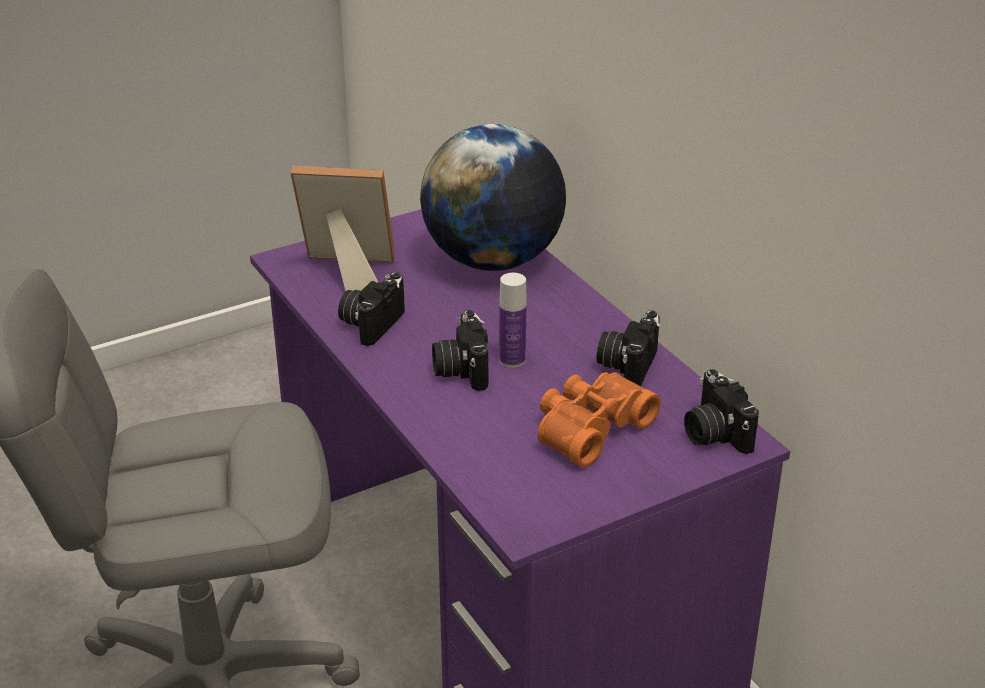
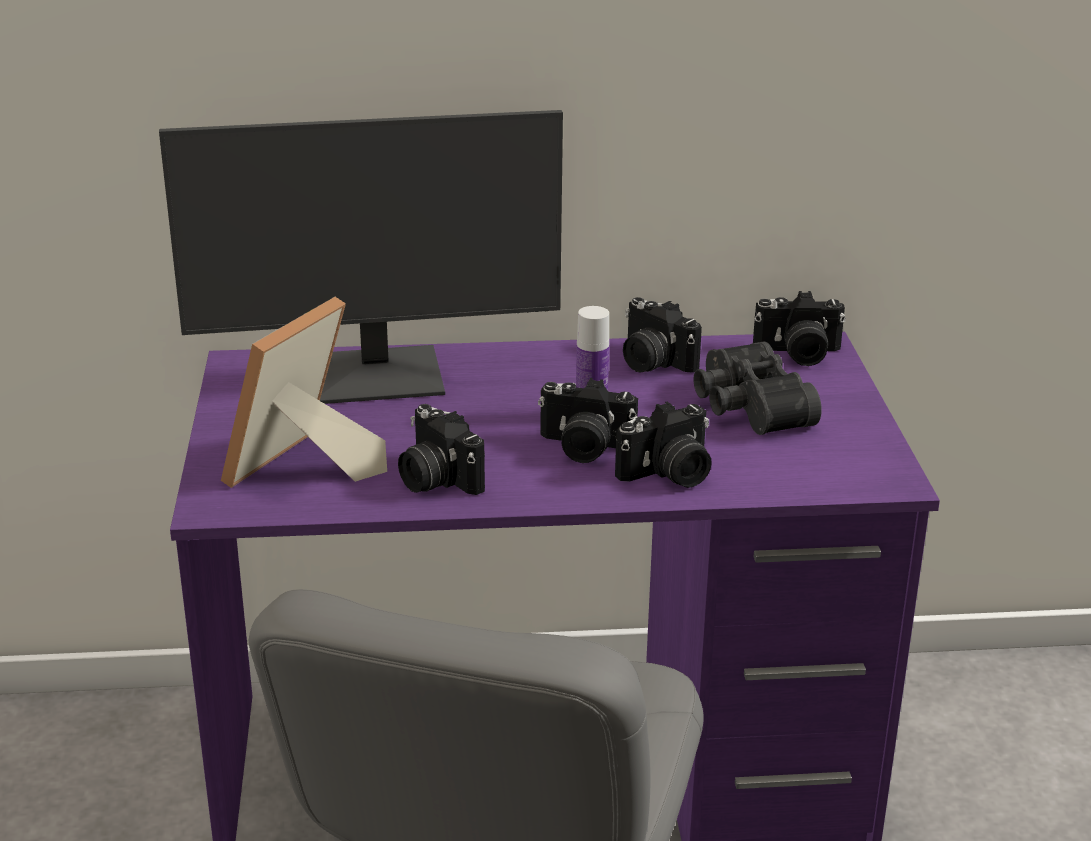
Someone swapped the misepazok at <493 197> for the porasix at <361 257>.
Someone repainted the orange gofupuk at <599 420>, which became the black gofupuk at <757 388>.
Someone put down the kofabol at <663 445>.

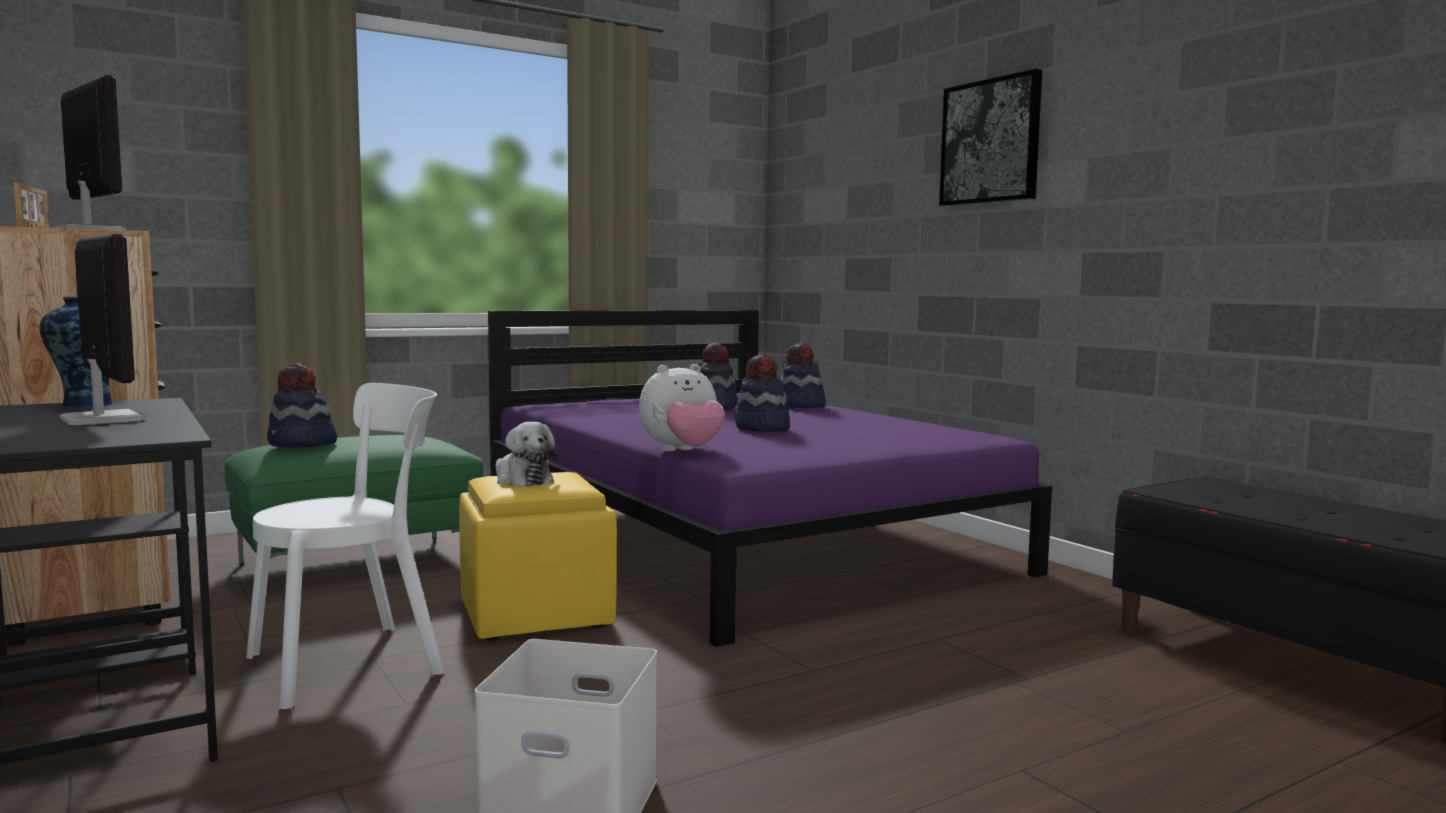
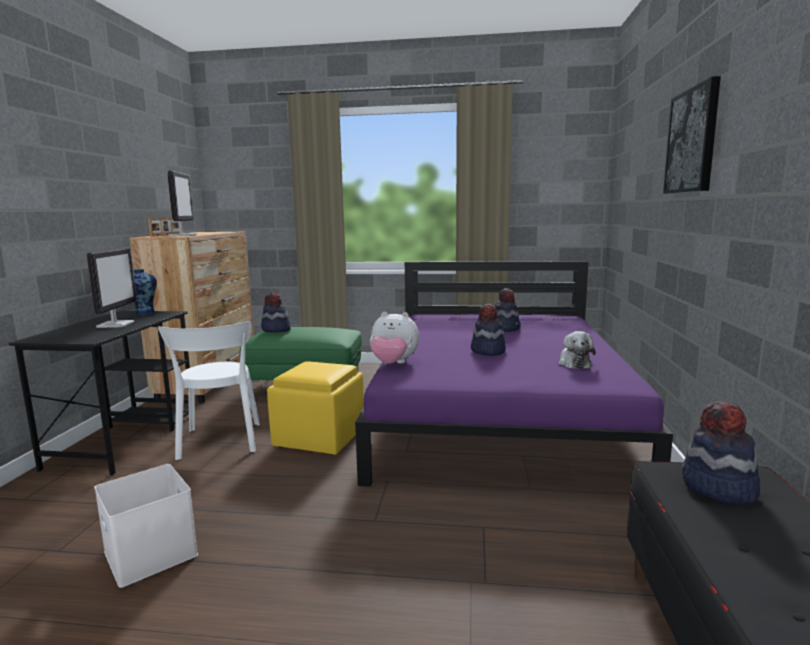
Someone carried the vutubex from <803 375> to <721 452>.
Someone rotated the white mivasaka at <345 546> by 75 degrees clockwise.
Someone carried the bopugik from <526 454> to <577 350>.

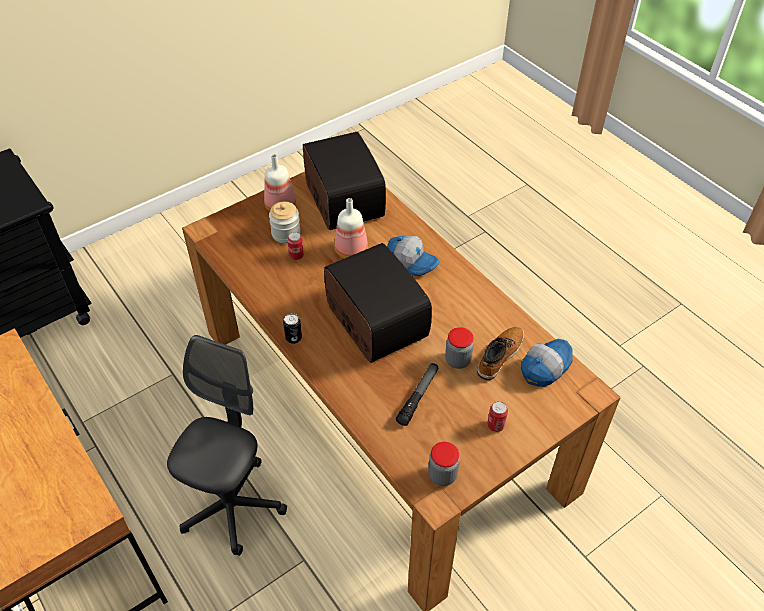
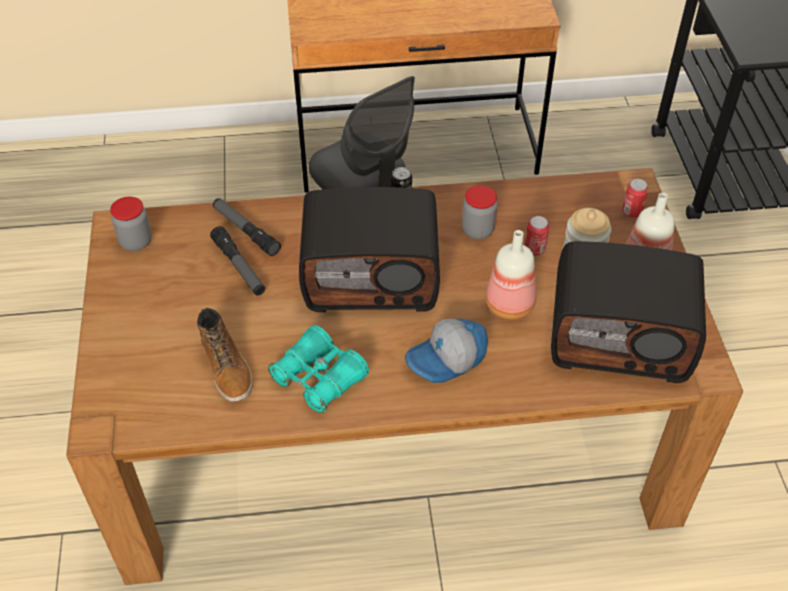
Someone carried the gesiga from <459 348> to <480 212>.
Someone took away the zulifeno at <547 363>.
Someone carried the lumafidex from <497 416> to <635 198>.
Someone put down the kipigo at <247 227>.
Someone put down the turquoise gofupuk at <318 369>.

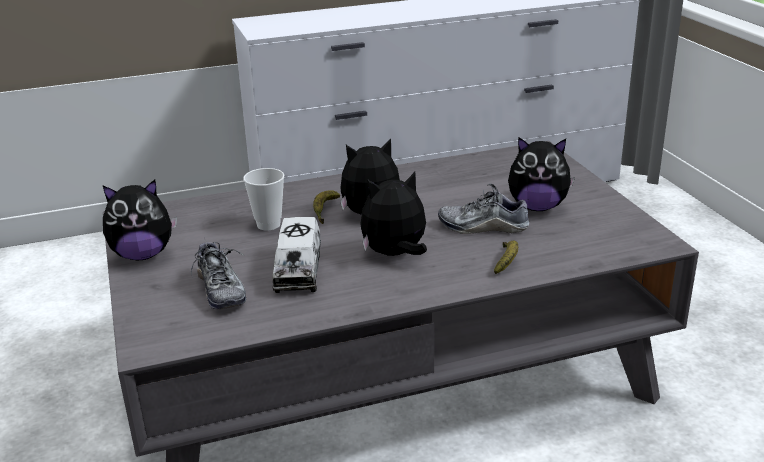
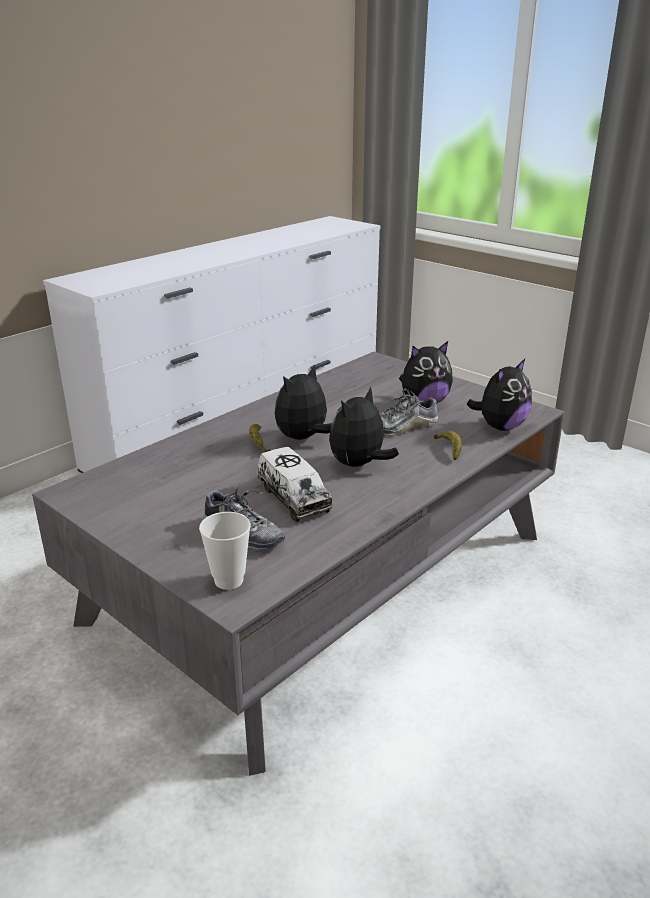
Someone carried the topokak from <263 199> to <225 551>.
Someone carried the bopugik from <140 220> to <499 395>.

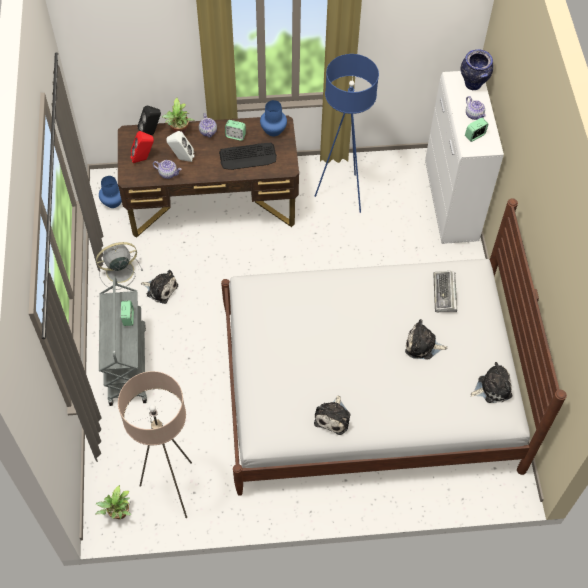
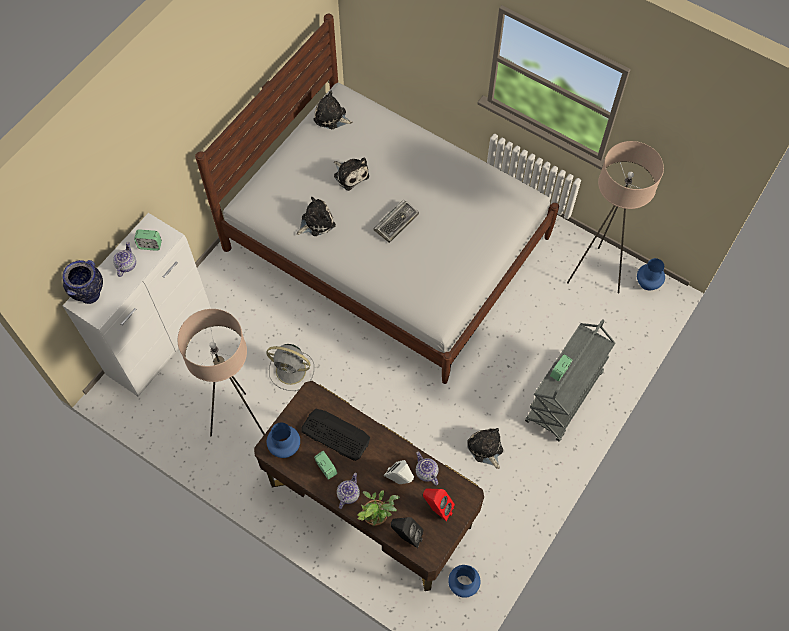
Someone repainted the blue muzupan at <347 133>, which became the beige muzupan at <221 372>.
Someone carried the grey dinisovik from <119 266> to <290 367>.
Someone carried the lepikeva from <445 291> to <396 221>.
Someone carried the bopugik from <332 415> to <316 216>.
Someone swapped the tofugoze at <113 502> for the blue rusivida at <651 274>.

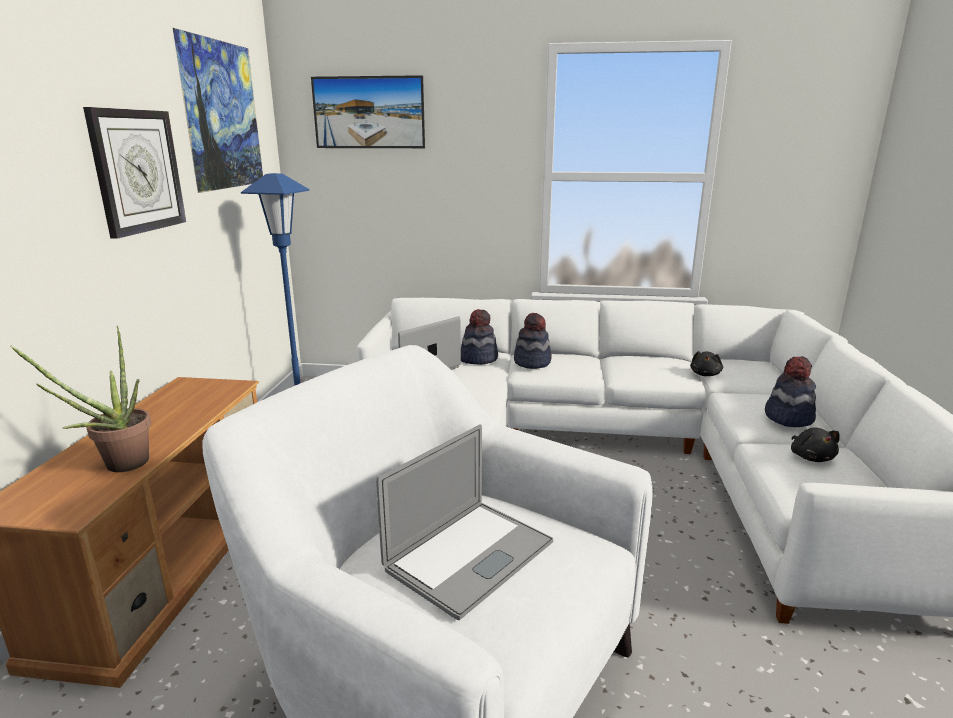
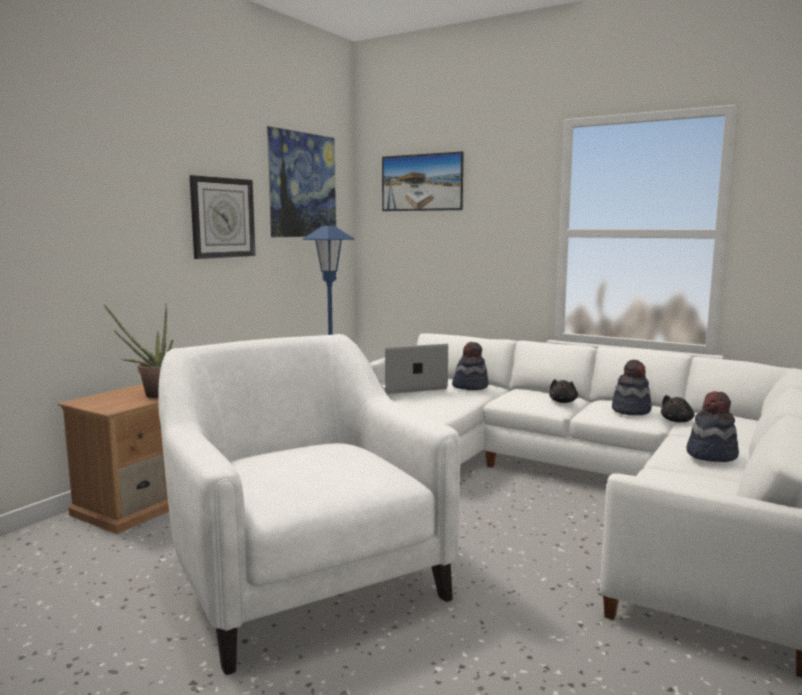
Someone carried the vutubex from <533 341> to <632 387>.
Someone took away the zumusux at <464 522>.
Someone carried the black bopugik from <815 445> to <563 391>.

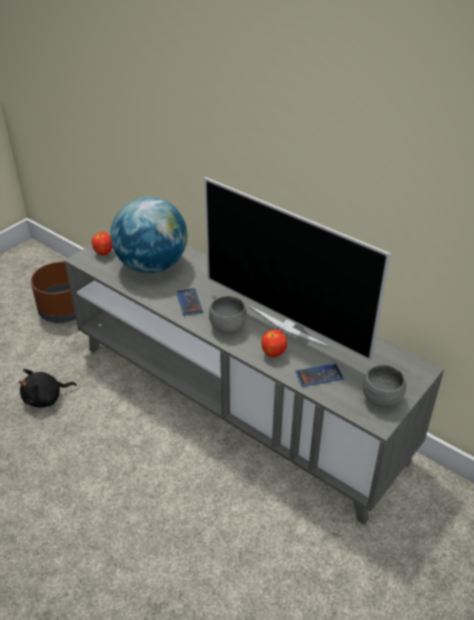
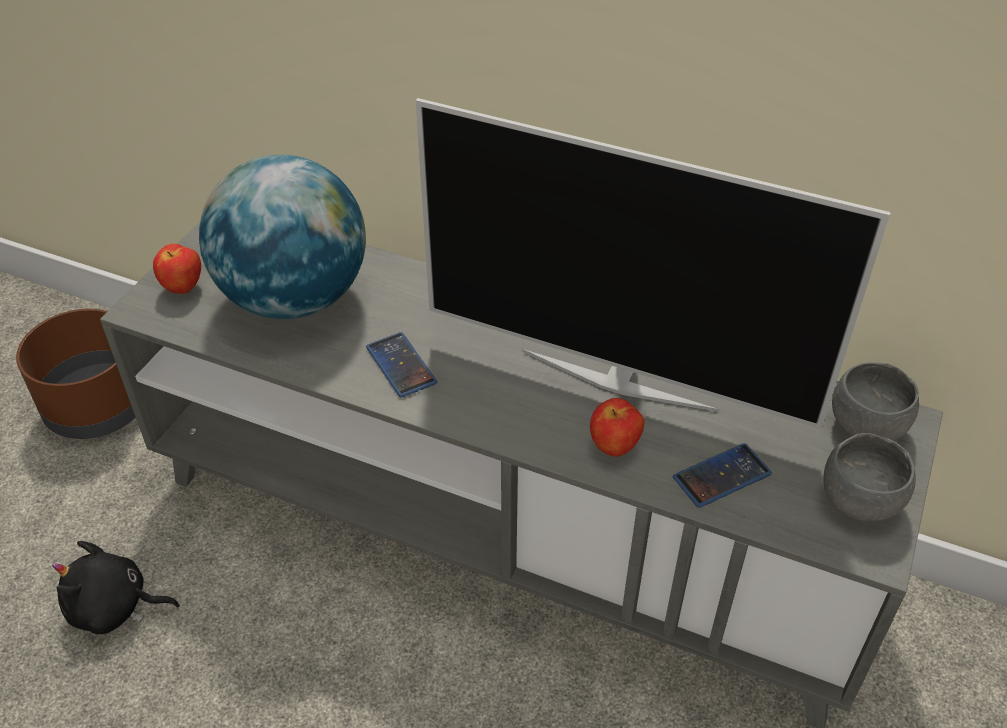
Someone carried the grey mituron from <228 314> to <875 401>.
Someone rotated the black bopugik at <47 388> by 45 degrees clockwise.

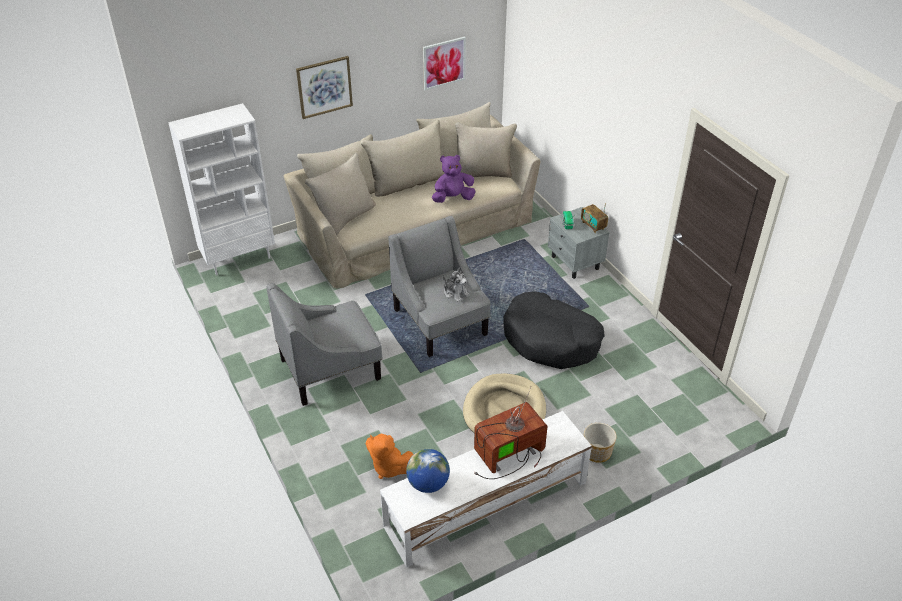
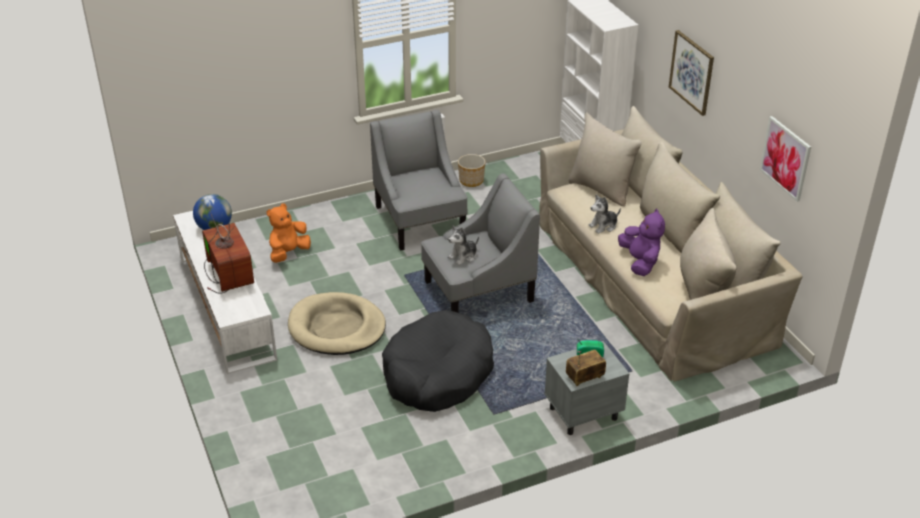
Someone carried the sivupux from <600 443> to <472 170>.
Someone put down the bopugik at <604 214>.

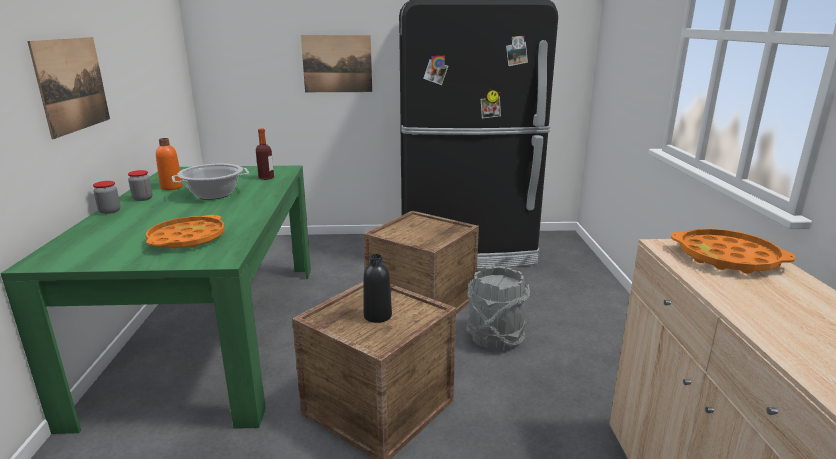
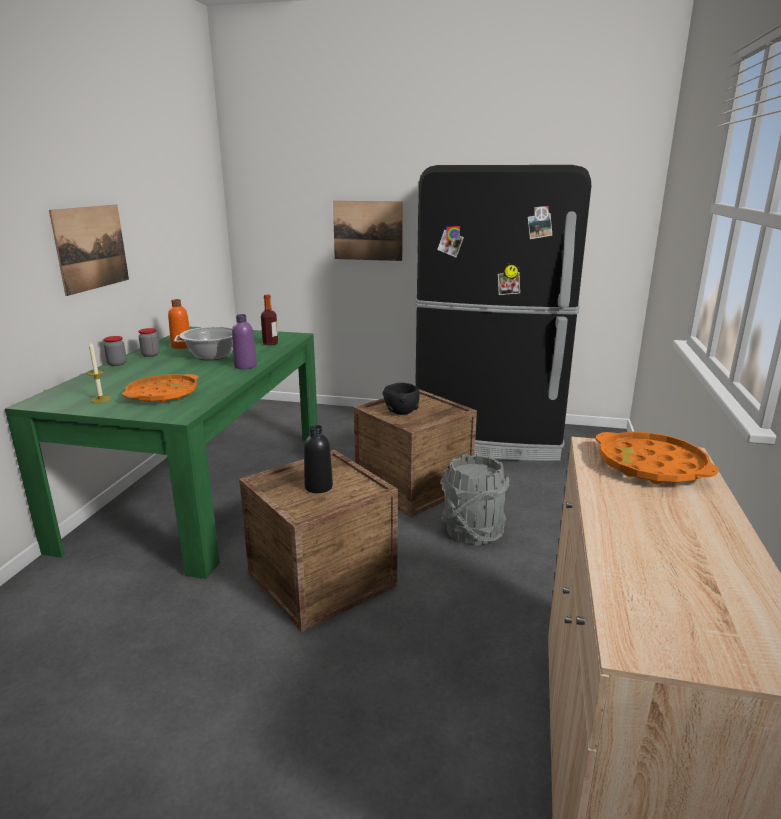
Someone put down the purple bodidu at <244 341>.
Someone put down the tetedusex at <99 372>.
Someone put down the black mituron at <401 399>.

